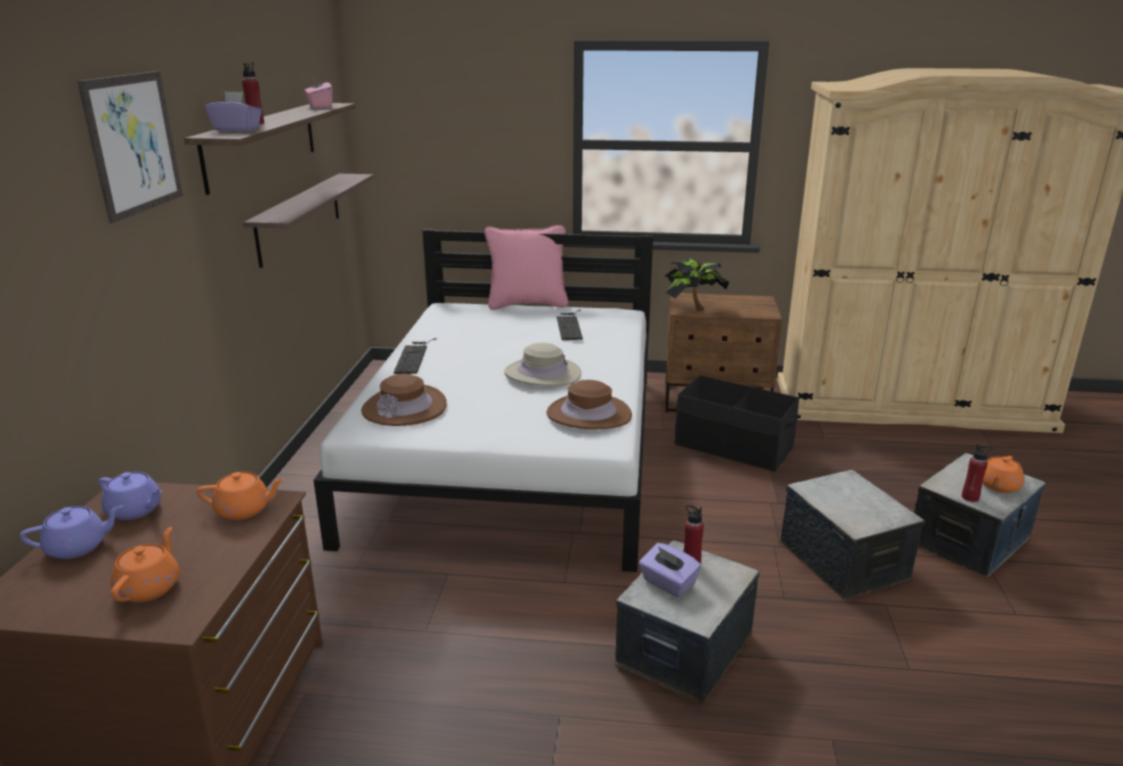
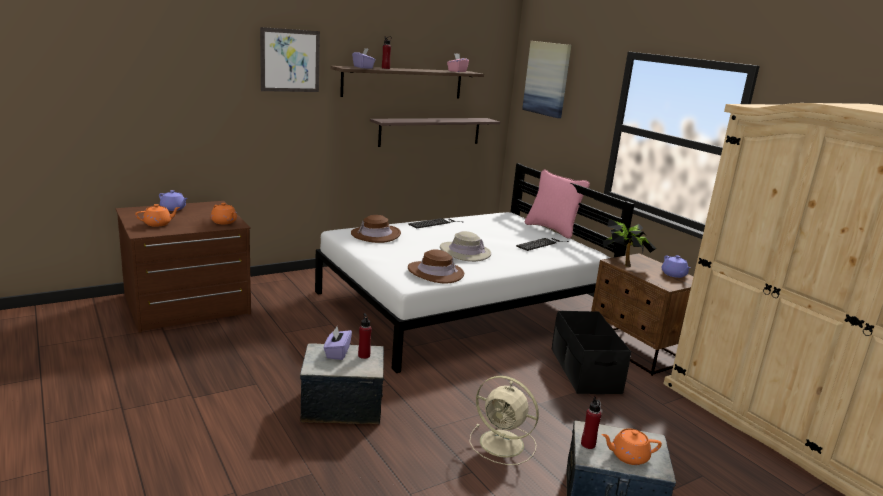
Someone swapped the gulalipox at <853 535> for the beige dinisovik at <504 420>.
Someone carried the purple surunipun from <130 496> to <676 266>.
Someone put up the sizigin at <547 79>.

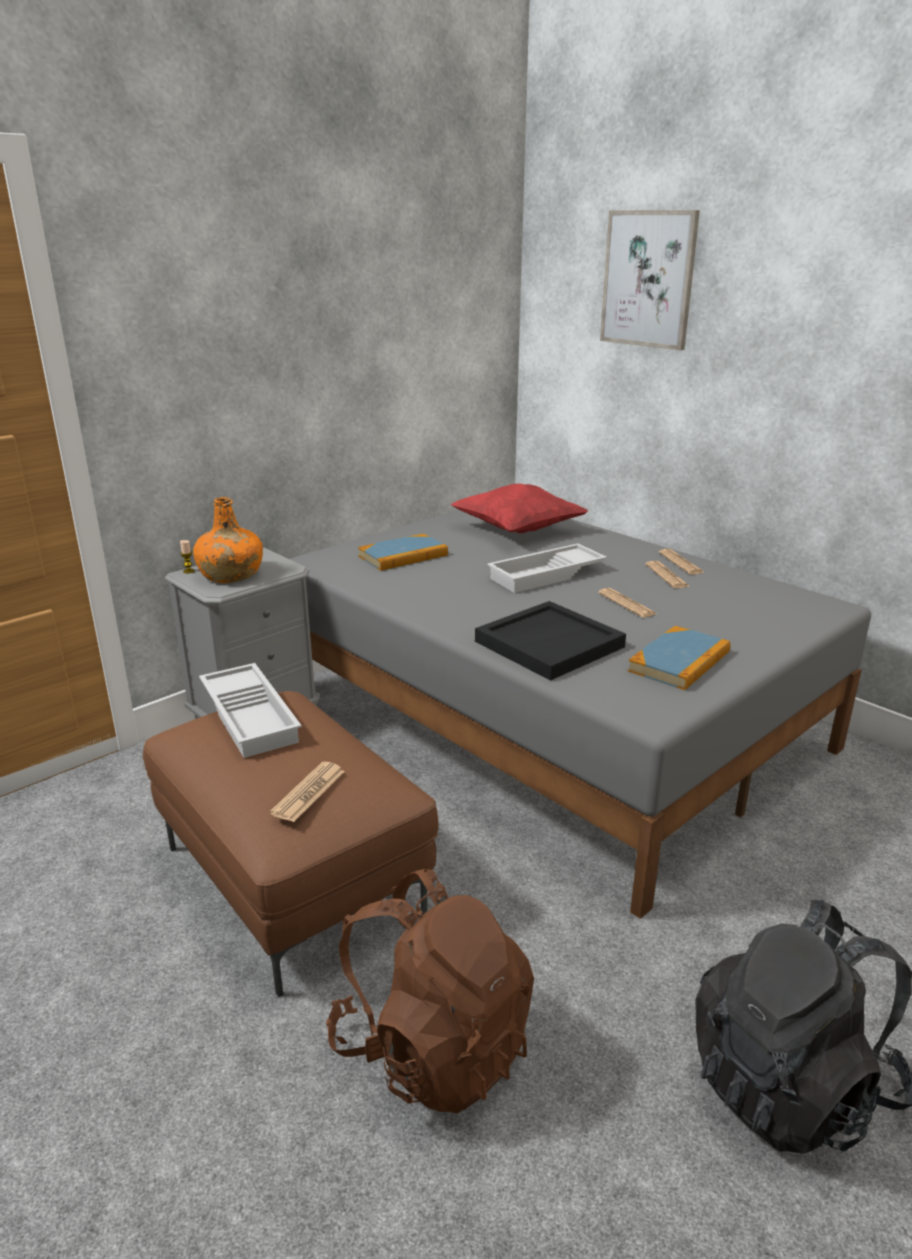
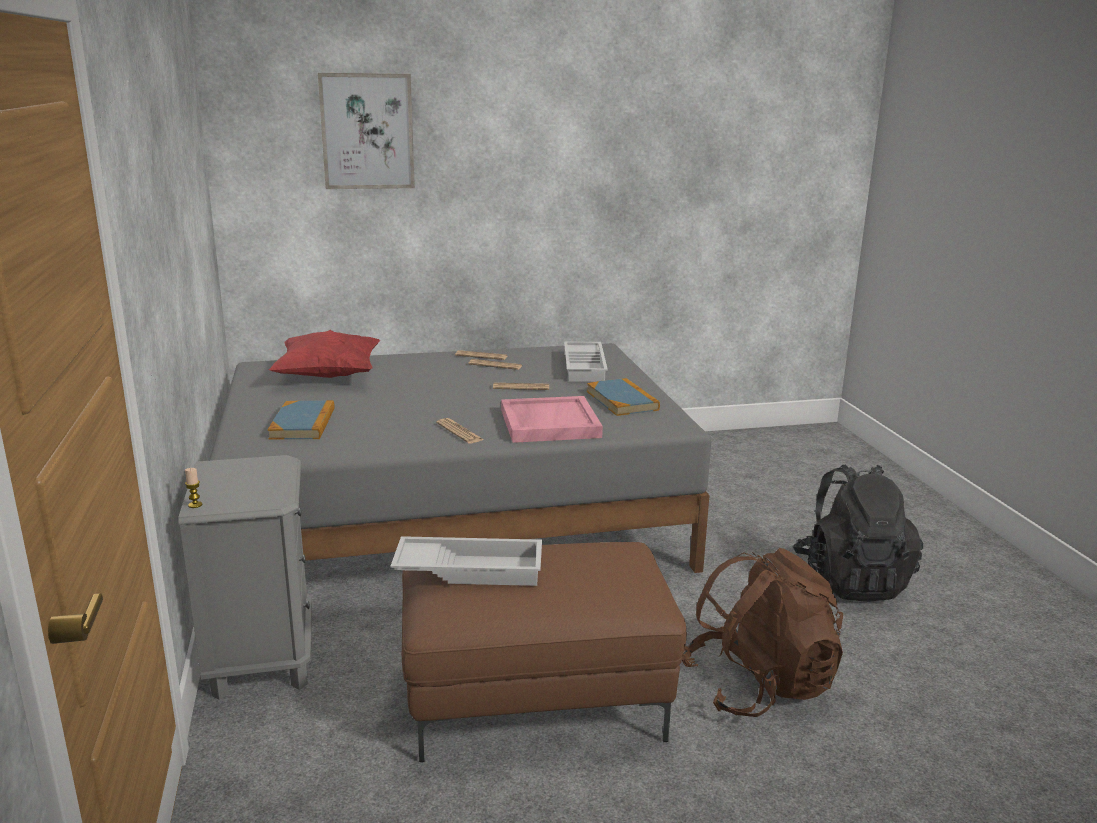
Someone took away the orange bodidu at <228 540>.
Someone carried the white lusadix from <547 568> to <586 361>.
Someone repainted the black lusadix at <550 640>, which became the pink lusadix at <552 419>.
Someone carried the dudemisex from <307 792> to <460 431>.

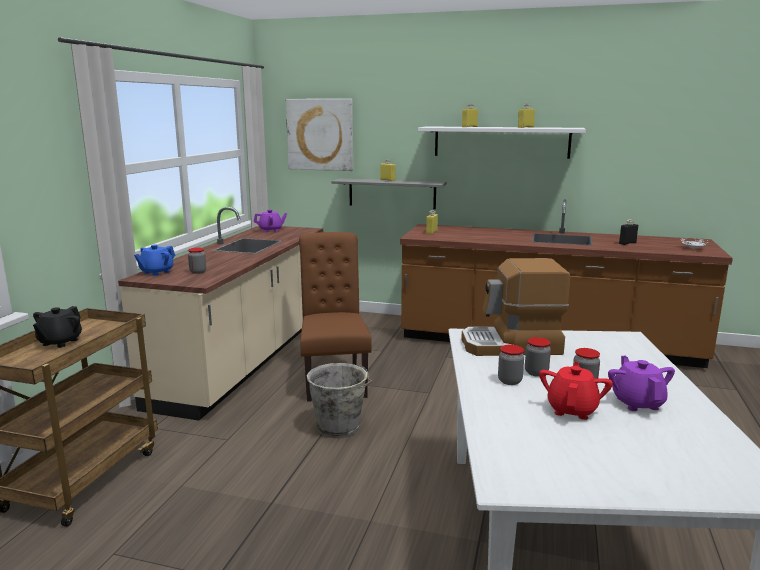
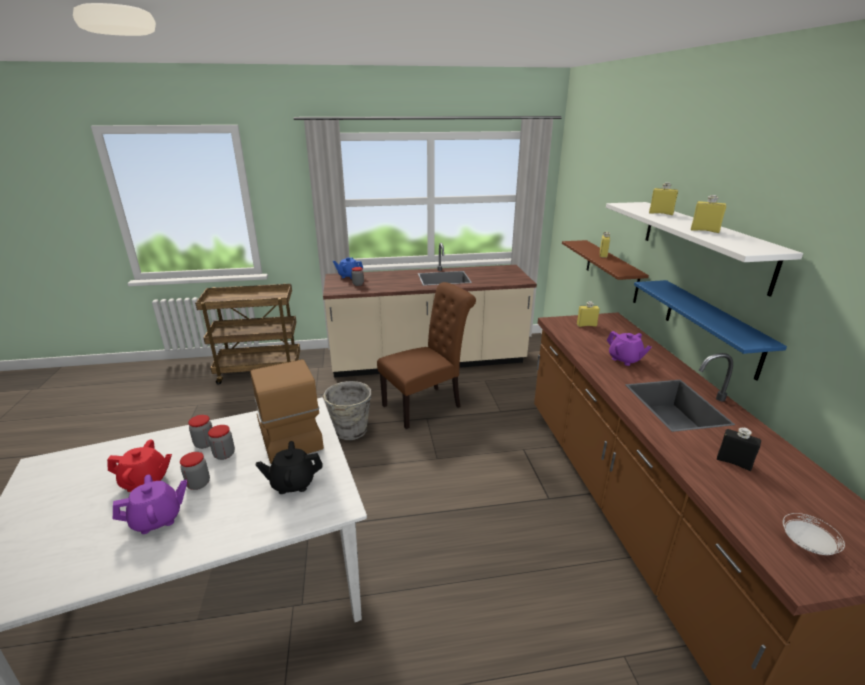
Someone took away the sizigin at <319 135>.
Someone repainted the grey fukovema at <389 193>, which became the brown fukovema at <605 271>.
Someone carried the purple surunipun from <270 221> to <629 348>.
Someone carried the black surunipun from <57 327> to <289 467>.
Someone put up the blue fukovema at <710 330>.

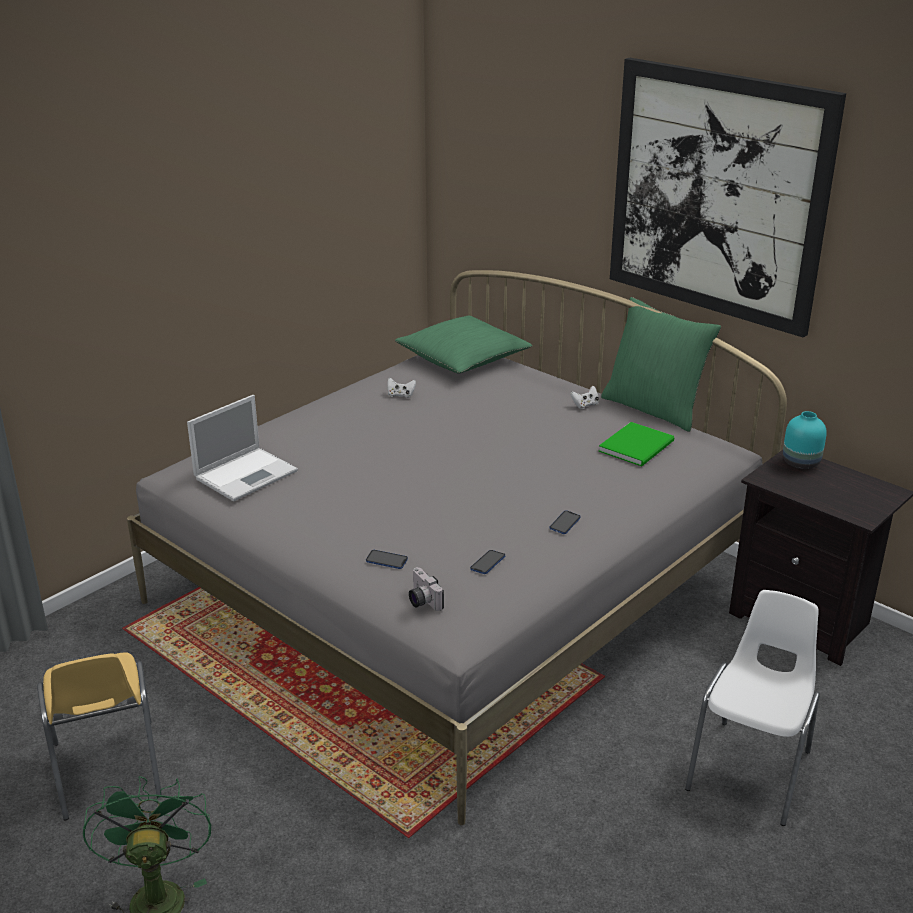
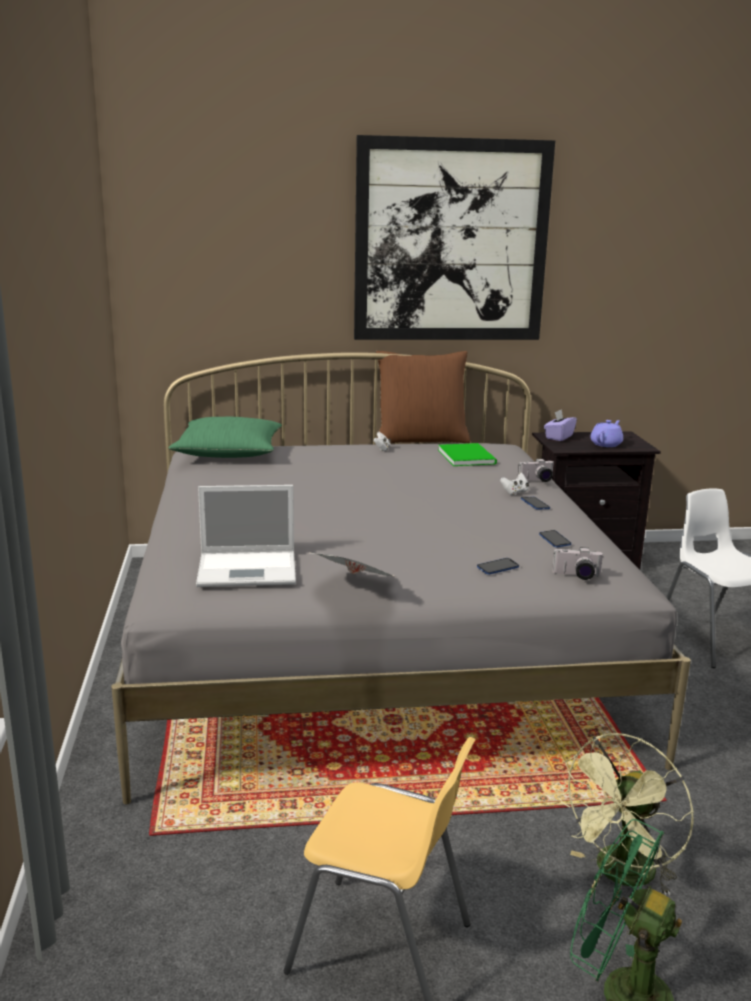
Someone repainted the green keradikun at <661 364>, which became the brown keradikun at <423 397>.
Someone carried the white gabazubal from <401 388> to <514 484>.
Someone rotated the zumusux at <242 448> by 90 degrees clockwise.
Someone swapped the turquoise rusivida at <805 440> for the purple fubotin at <560 425>.
Someone put down the purple surunipun at <606 433>.
Someone put down the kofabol at <536 470>.
Someone put down the dudemisex at <353 565>.
Someone put down the green dinisovik at <626 814>.

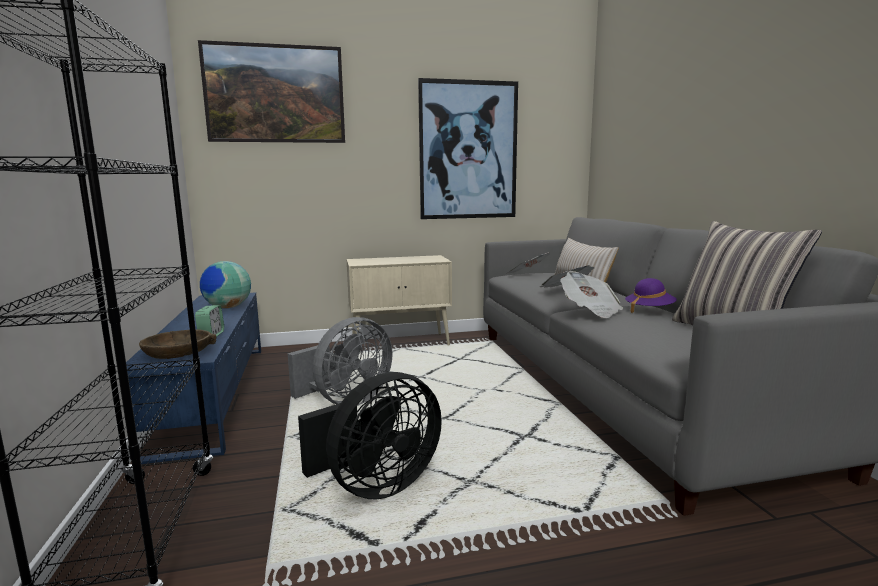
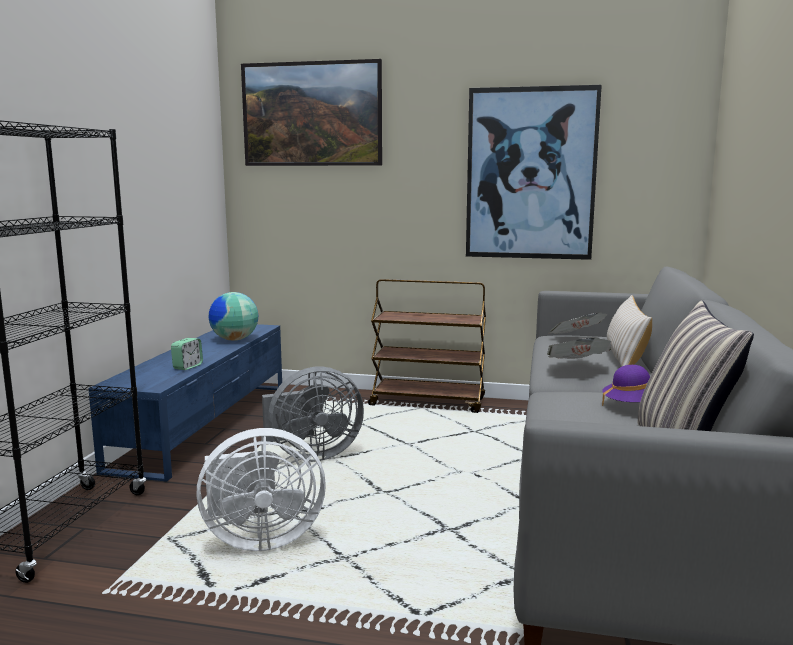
Someone swapped the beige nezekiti at <399 300> for the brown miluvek at <427 346>.
Someone took away the dudemisex at <591 294>.
Someone took away the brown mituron at <177 344>.
Someone repainted the black dinisovik at <370 435>, which became the white dinisovik at <261 489>.

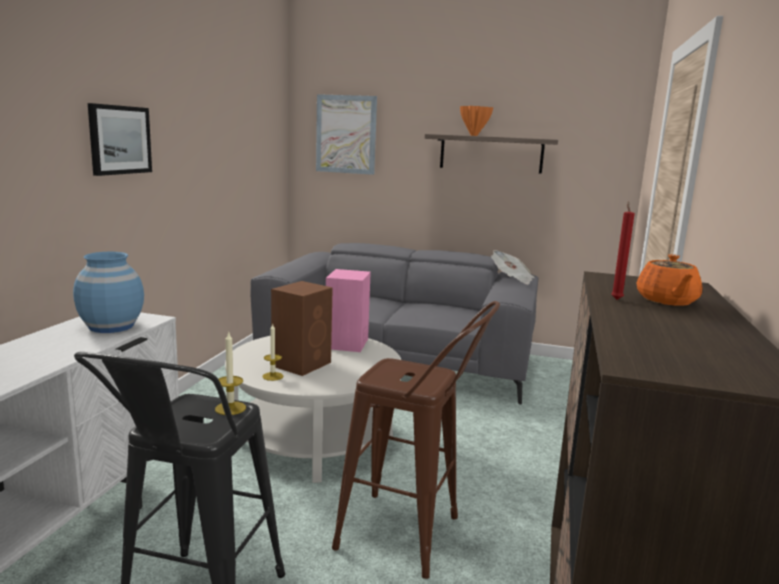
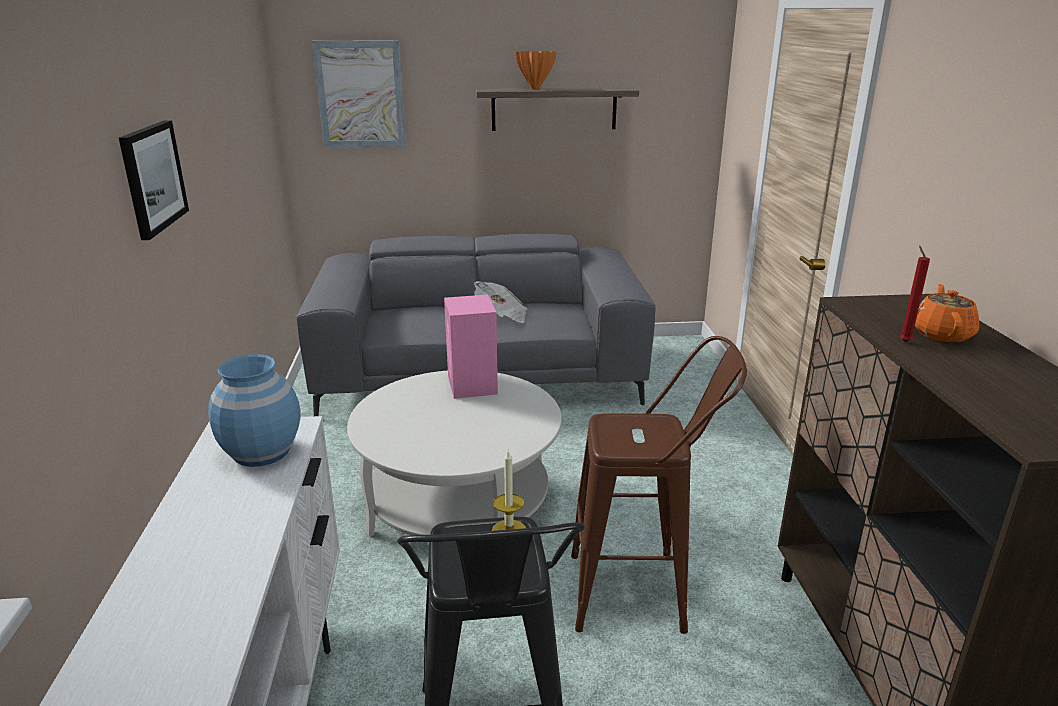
Someone carried the dudemisex from <512 267> to <500 302>.
Someone rotated the orange surunipun at <669 280> by 150 degrees counterclockwise.
Someone took away the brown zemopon at <302 328>.
Someone took away the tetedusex at <273 352>.

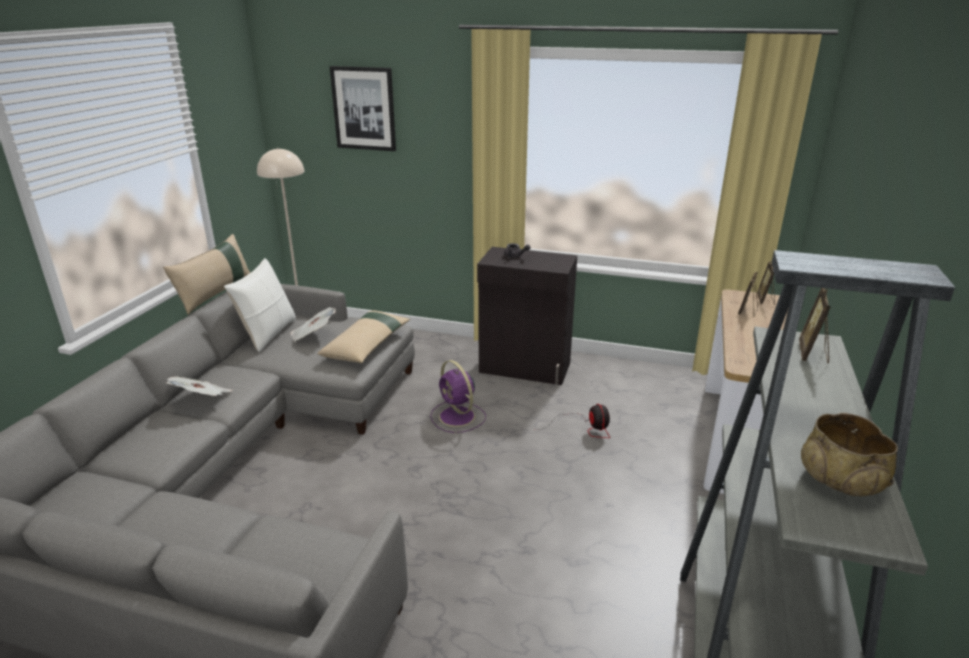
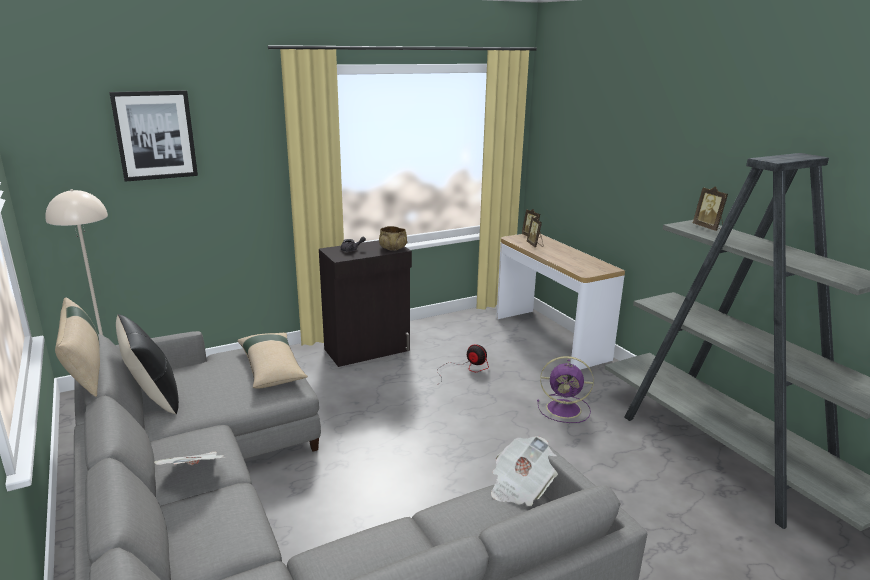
Someone repainted the white keradikun at <260 305>, which became the black keradikun at <147 364>.
Someone carried the dudemisex from <313 324> to <524 471>.
Someone carried the purple dinisovik from <458 396> to <565 389>.
Someone carried the beige mituron from <849 454> to <393 238>.

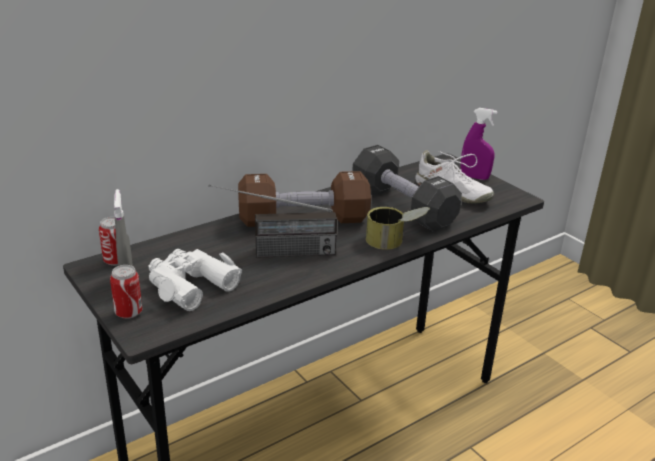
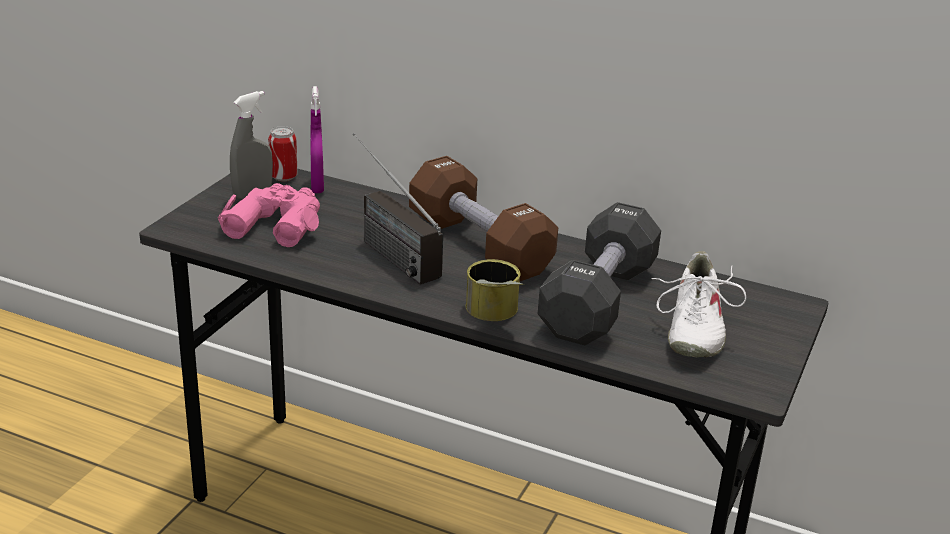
Someone carried the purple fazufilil from <479 144> to <317 139>.
Someone repainted the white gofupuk at <195 280>, which became the pink gofupuk at <269 215>.
Someone took away the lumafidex at <126 292>.

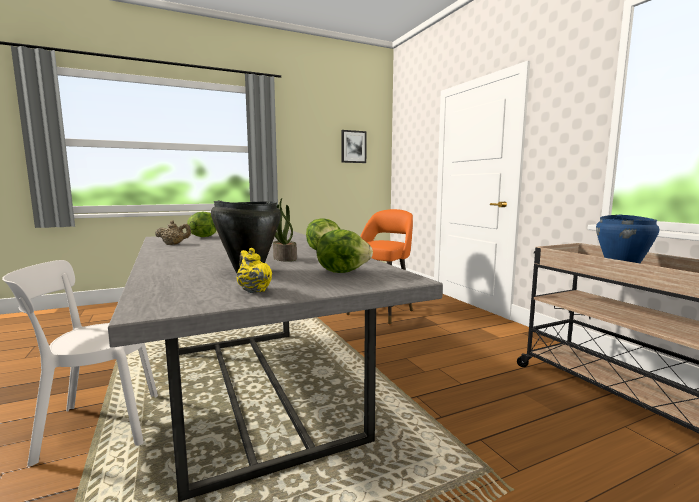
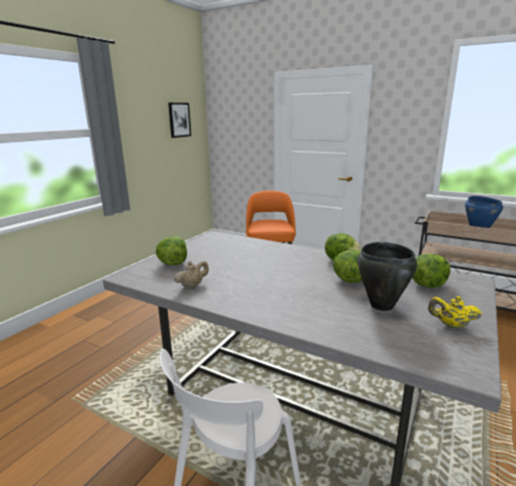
Someone swapped the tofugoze at <285 230> for the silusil at <347 266>.

